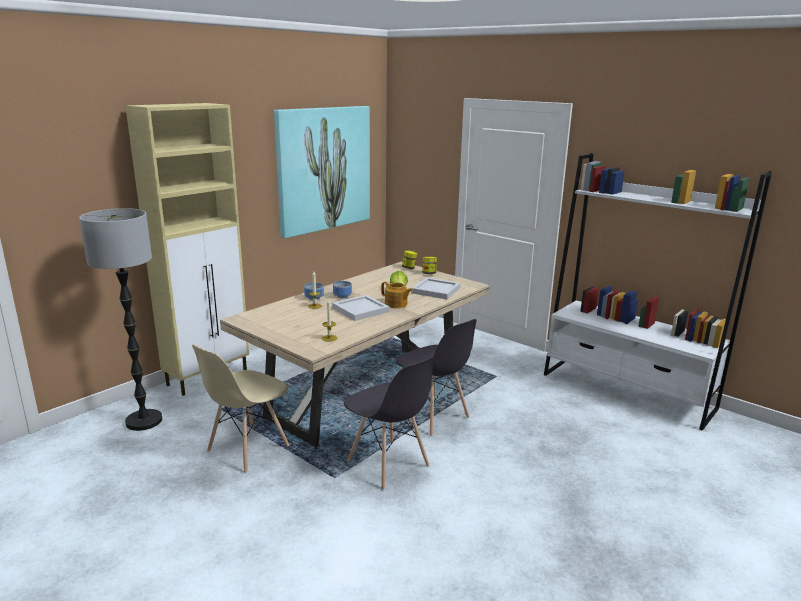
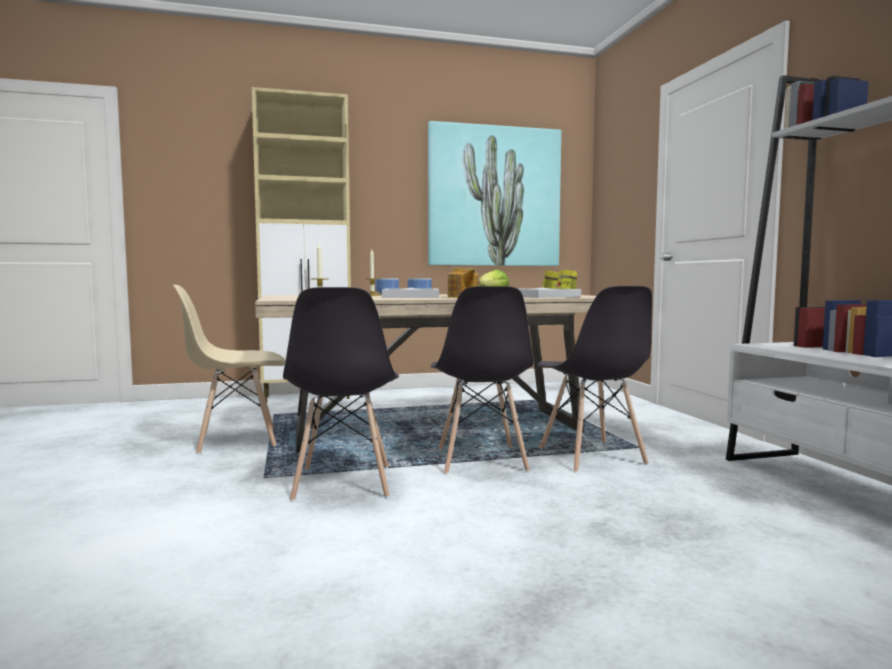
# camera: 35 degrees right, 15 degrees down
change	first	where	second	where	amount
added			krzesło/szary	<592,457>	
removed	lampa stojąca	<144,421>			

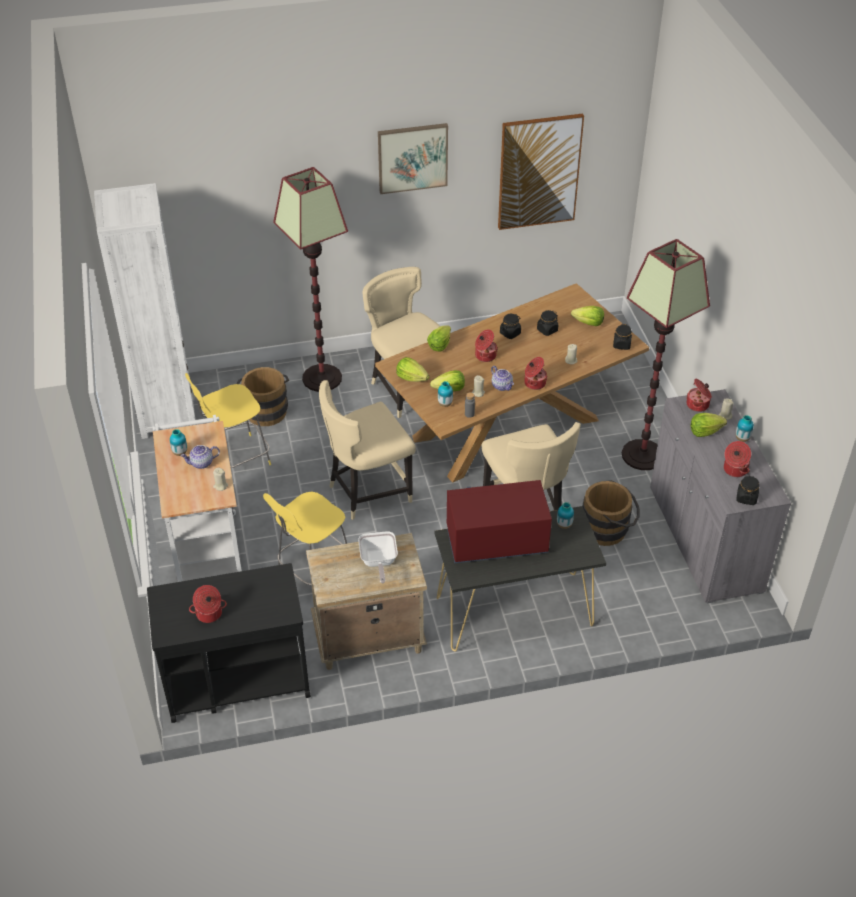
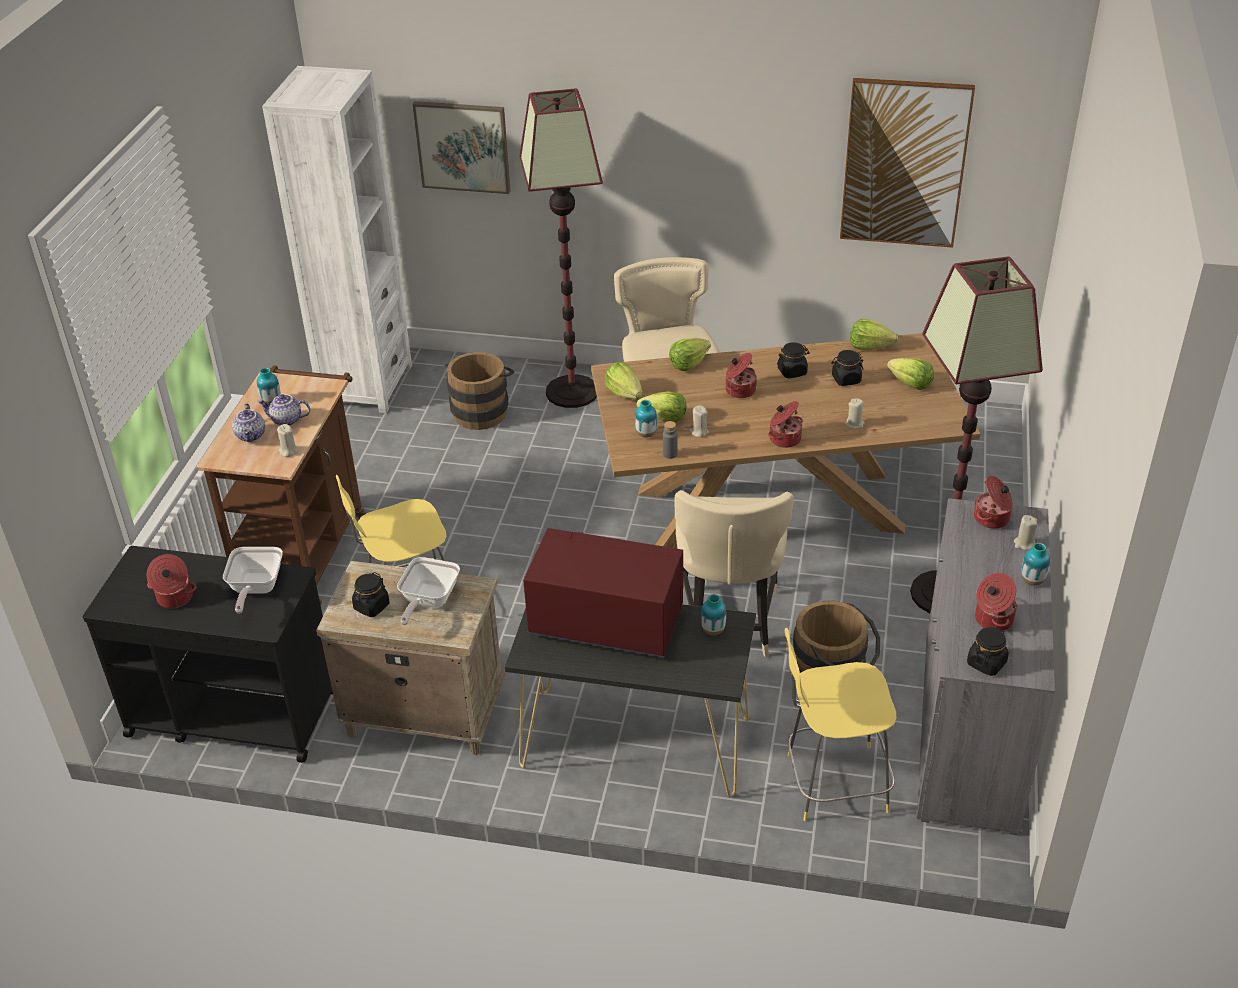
# camera: 25 degrees right, 5 degrees down
change	first	where	second	where	amount
recoloured	wózek/biały	<207,549>	wózek/brązowy	<306,548>	
added			patelnia	<255,589>	
moved	imbryk	<502,386>		<251,435>	
moved	słoik/czarny	<621,345>		<371,607>	
moved	obraz	<412,157>		<463,146>	
moved	stołek/żółty	<235,459>		<832,783>	
moved	sałata	<705,431>		<869,346>	
removed	krzesło/beżowy	<367,492>			

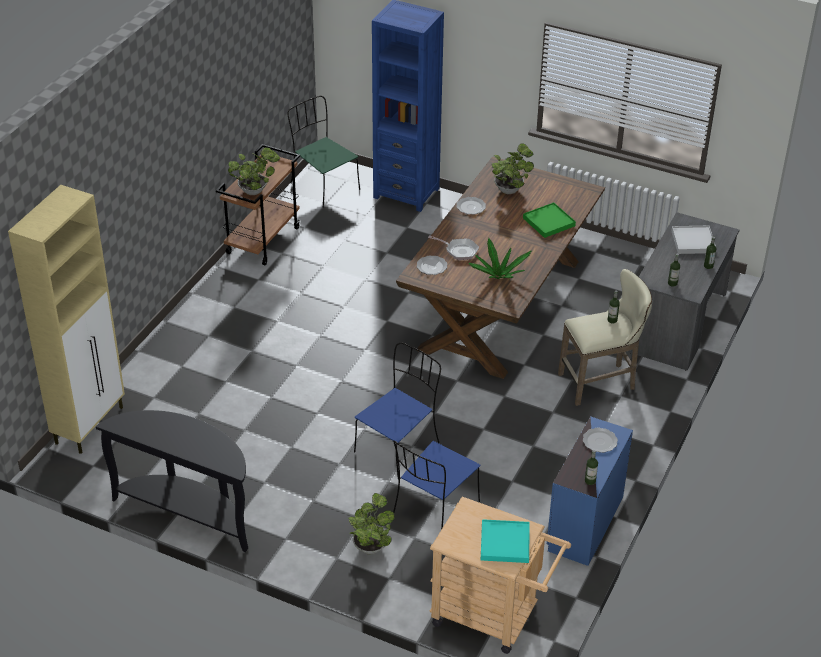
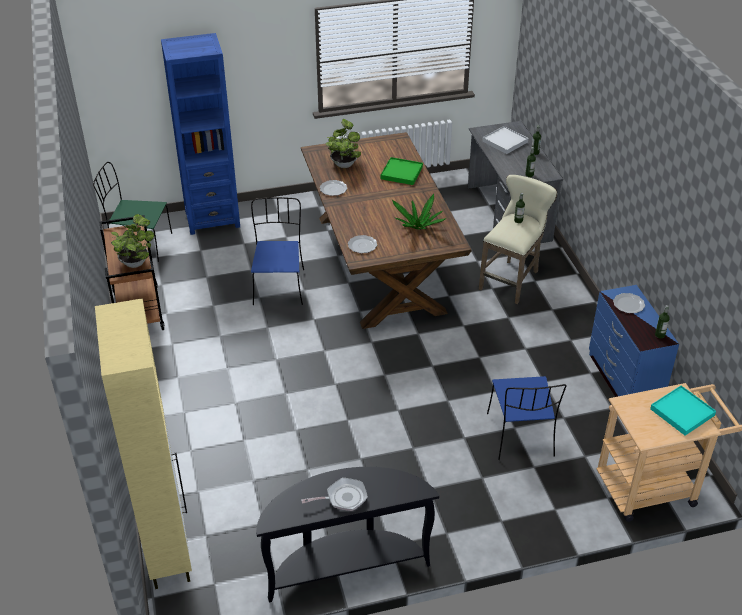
# camera: 40 degrees left, 0 degrees up
change	first	where	second	where	amount
moved	krzesło/niebieski	<398,446>		<279,286>	
moved	patelnia	<459,251>		<343,498>	
removed	roślina doniczkowa	<371,545>			

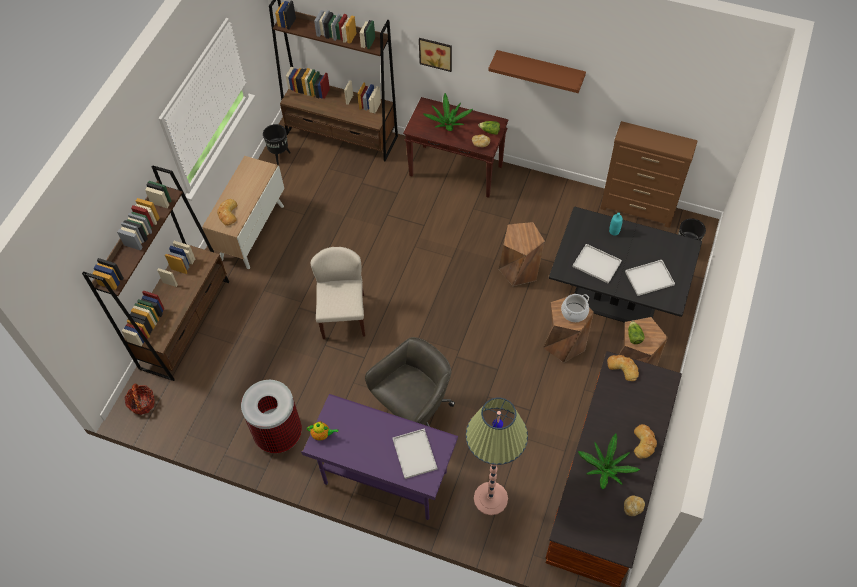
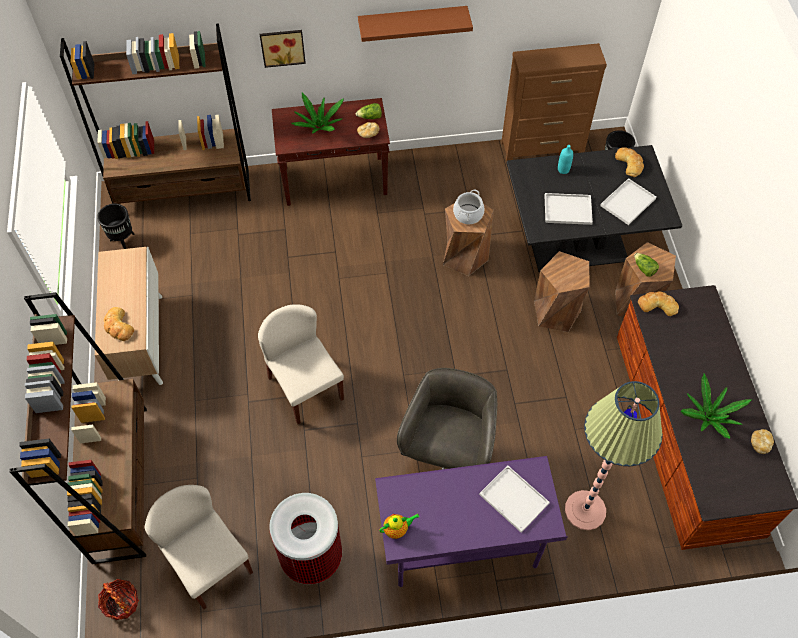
# camera: 30 degrees left, 0 degrees up
change	first	where	second	where	amount
added			krzesło/beżowy	<209,563>	
moved	garnek	<574,312>		<468,214>	
moved	chleb	<644,442>		<630,163>	

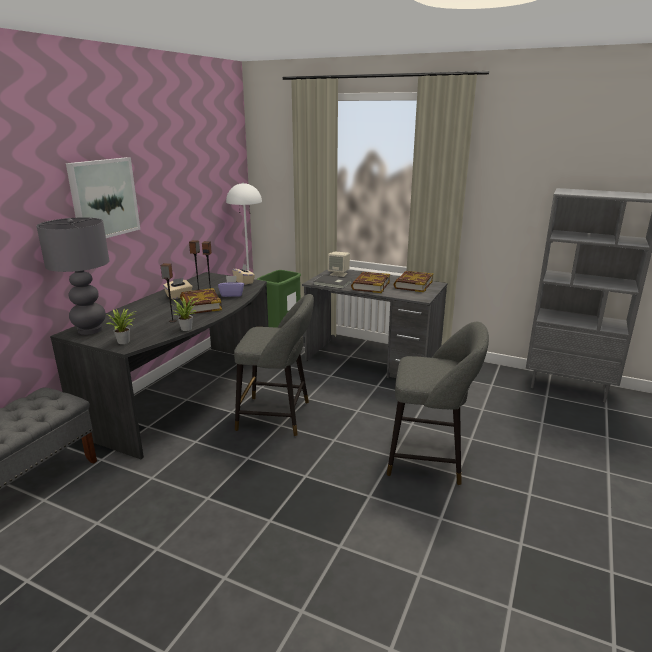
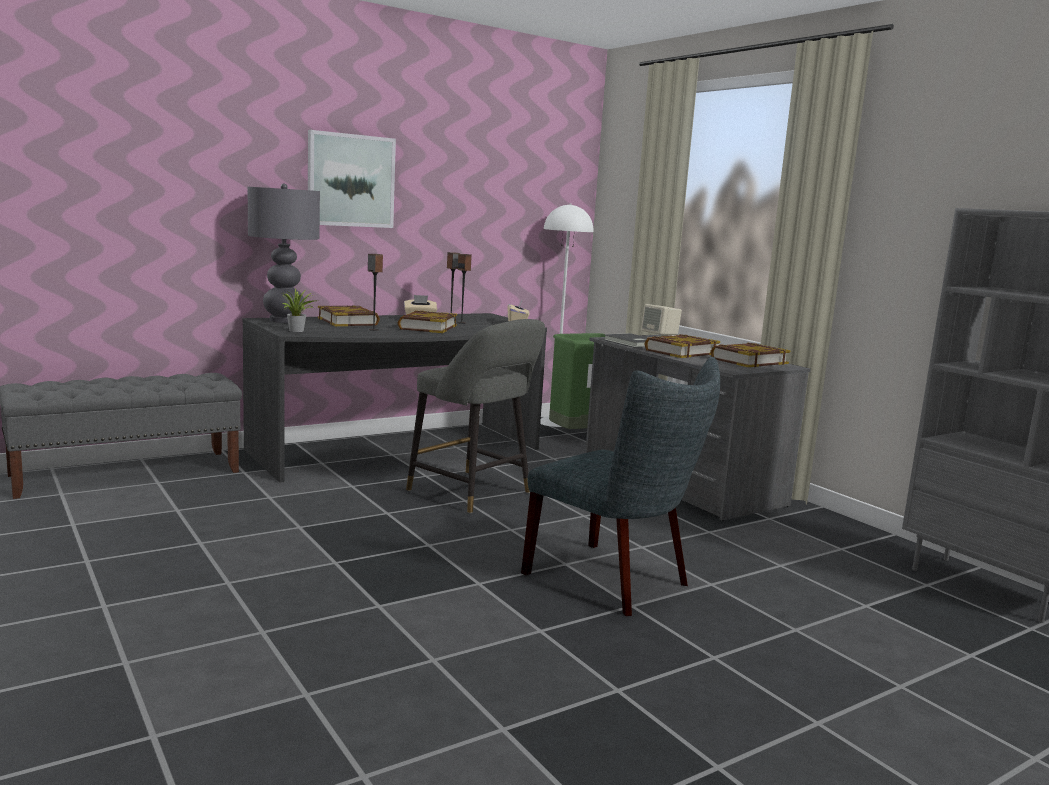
# camera: 30 degrees right, 10 degrees down
change	first	where	second	where	amount
added			książka	<348,321>	
replaced	stołek/szary	<430,458>	krzesło/szary	<615,581>	
removed	roślina doniczkowa	<186,328>			
removed	pudełko chusteczek/fioletowy	<232,294>			

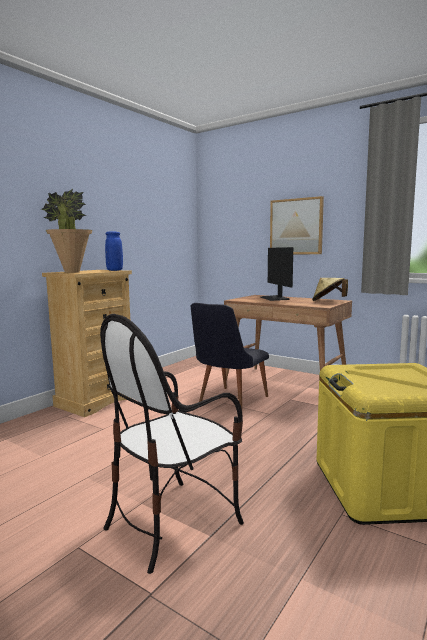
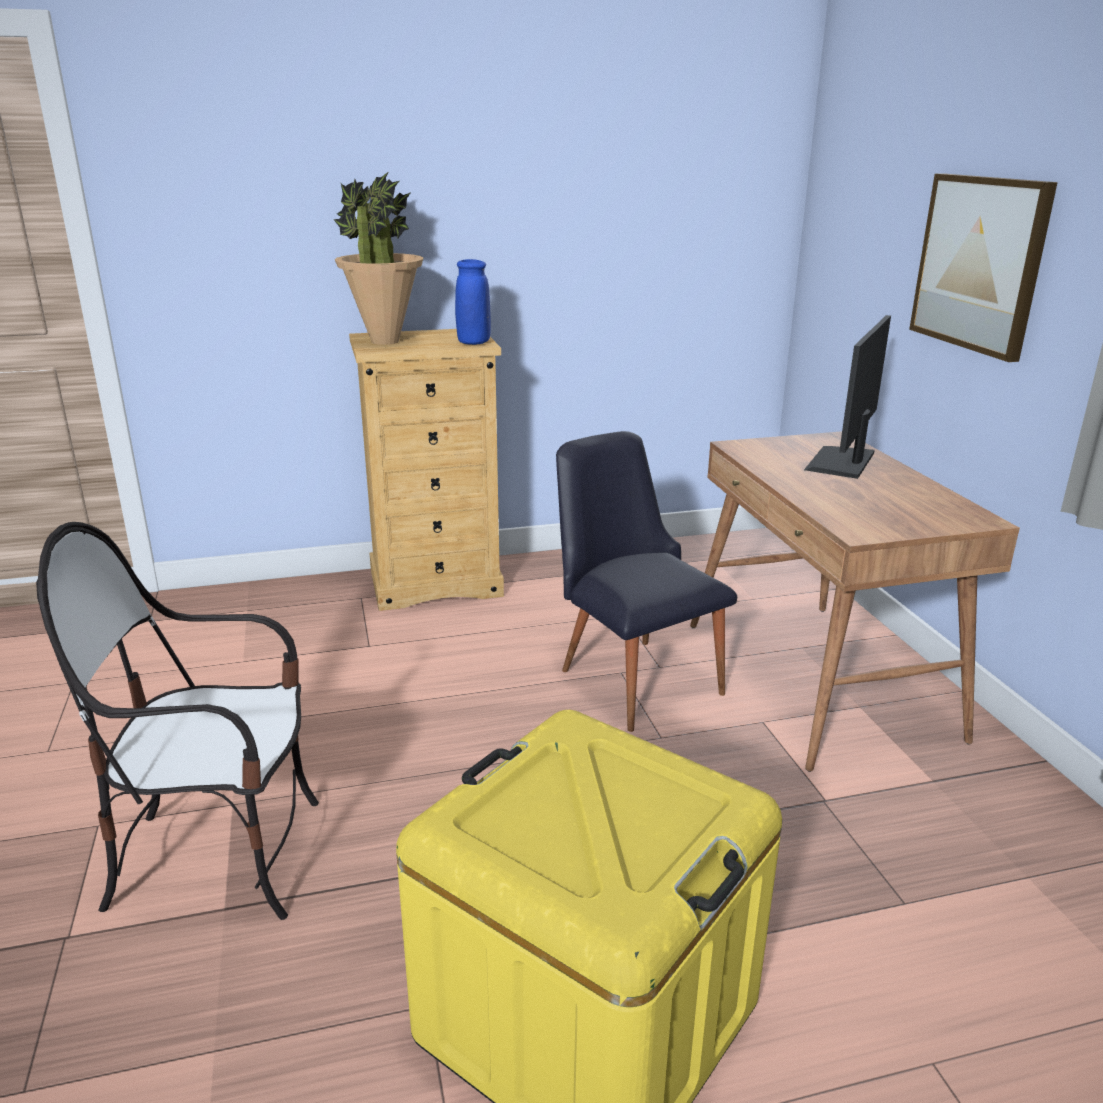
# camera: 40 degrees right, 15 degrees up
change	first	where	second	where	amount
turned	krzesło/czarny	<228,402>		<632,674>	75 degrees clockwise
removed	kapelusz/beżowy	<328,301>			

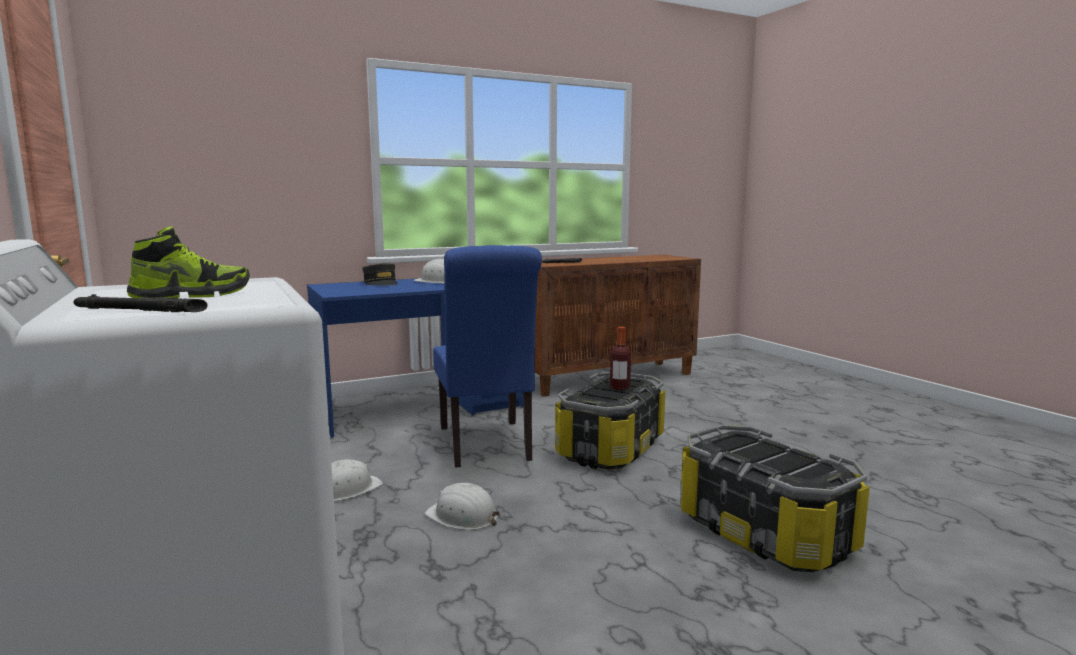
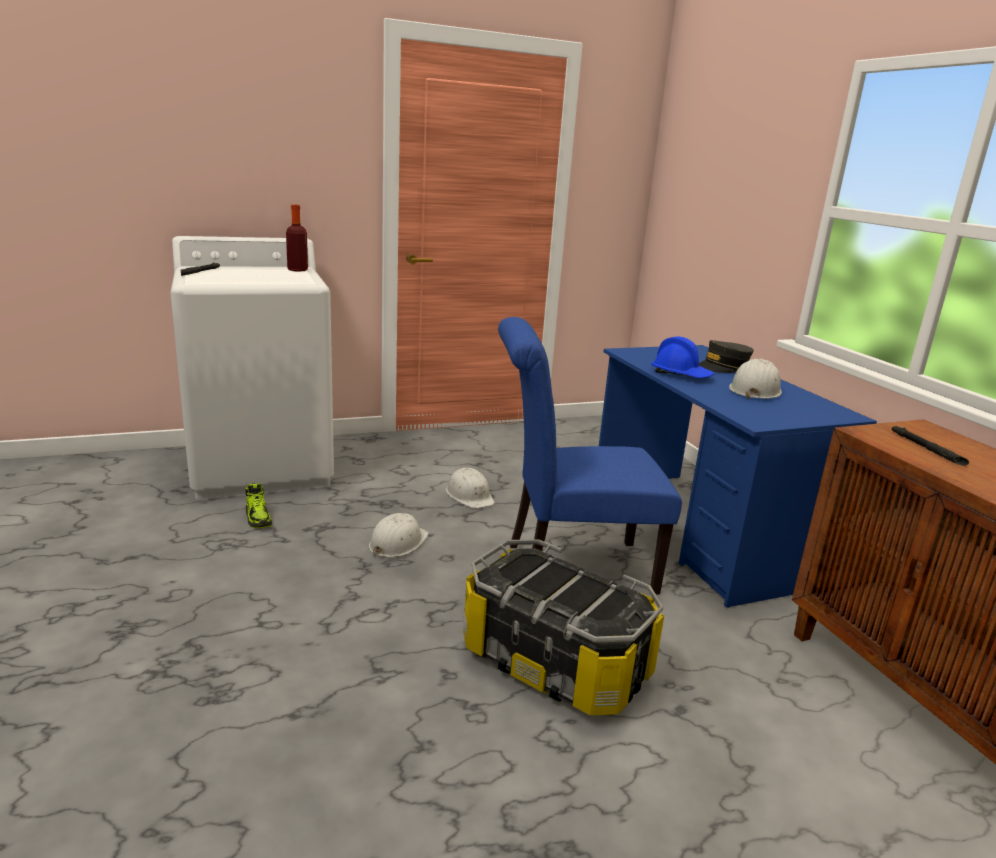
# camera: 95 degrees right, 10 degrees up
change	first	where	second	where	amount
moved	but	<192,295>		<258,518>	
moved	butelka	<619,387>		<297,270>	
added			kask/niebieski	<681,375>	
removed	pojemnik do przechowywania	<763,534>			

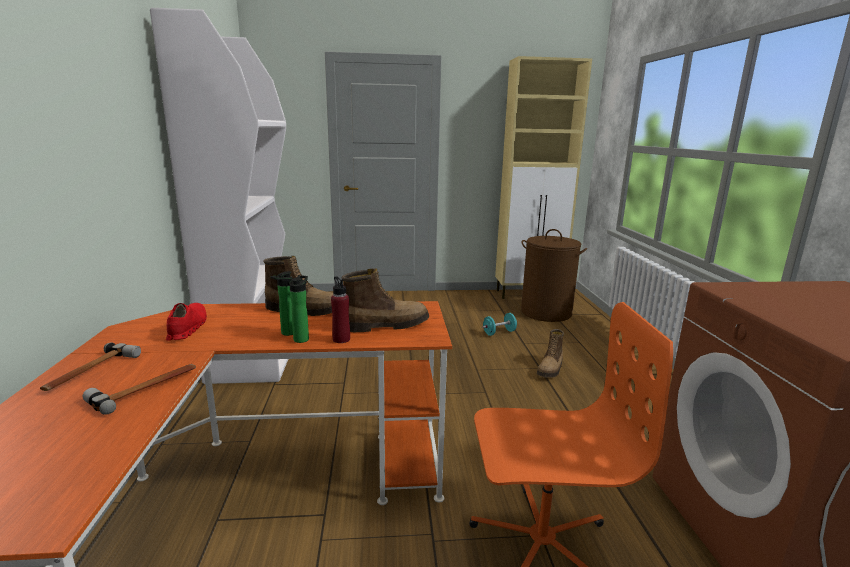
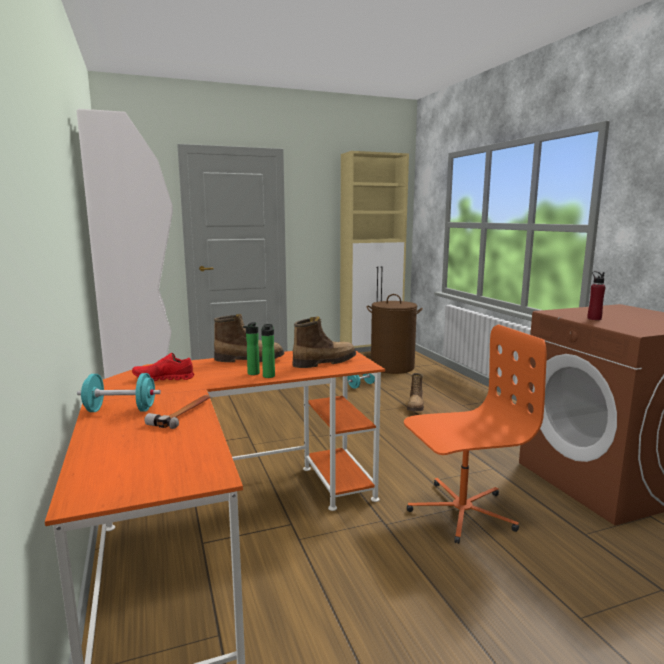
# camera: 15 degrees left, 5 degrees down
change	first	where	second	where	amount
replaced	młotek	<90,372>	hantel/turkusowy	<120,410>	
turned	but/czerwony	<187,328>		<163,378>	75 degrees counterclockwise
moved	butelka/czerwony	<341,339>		<594,318>	

